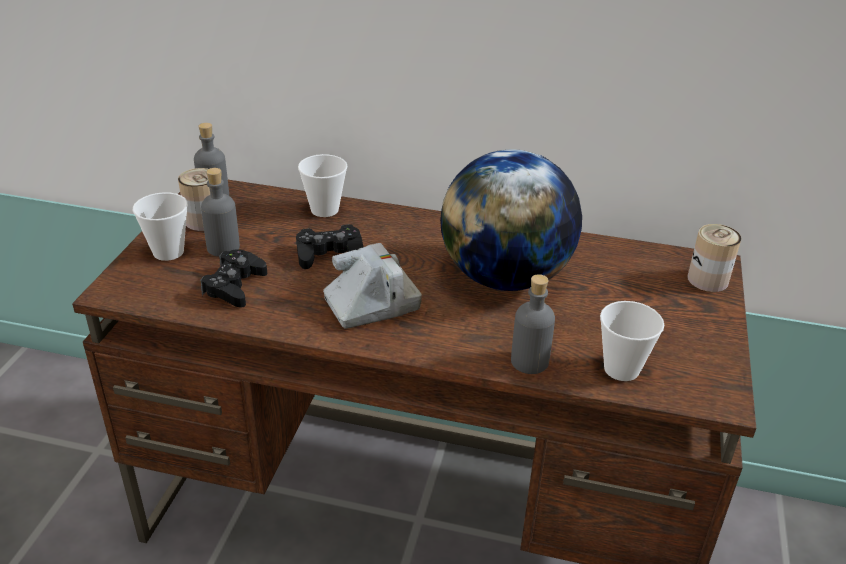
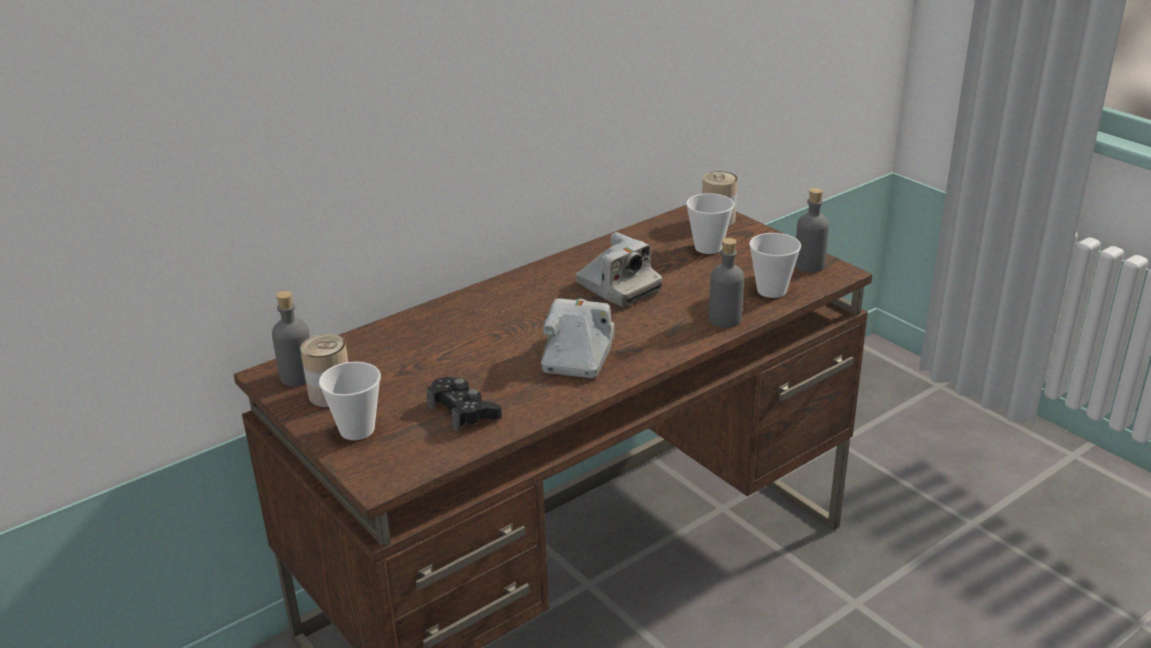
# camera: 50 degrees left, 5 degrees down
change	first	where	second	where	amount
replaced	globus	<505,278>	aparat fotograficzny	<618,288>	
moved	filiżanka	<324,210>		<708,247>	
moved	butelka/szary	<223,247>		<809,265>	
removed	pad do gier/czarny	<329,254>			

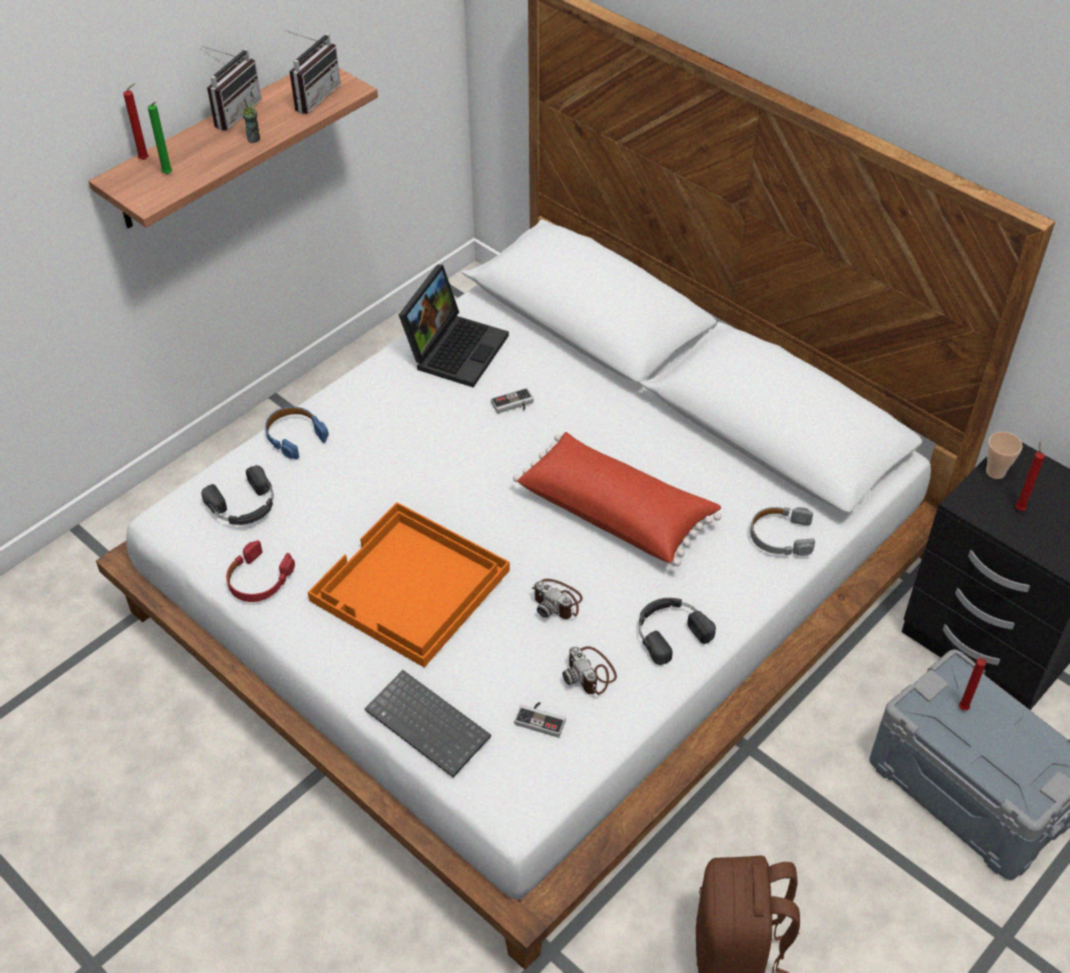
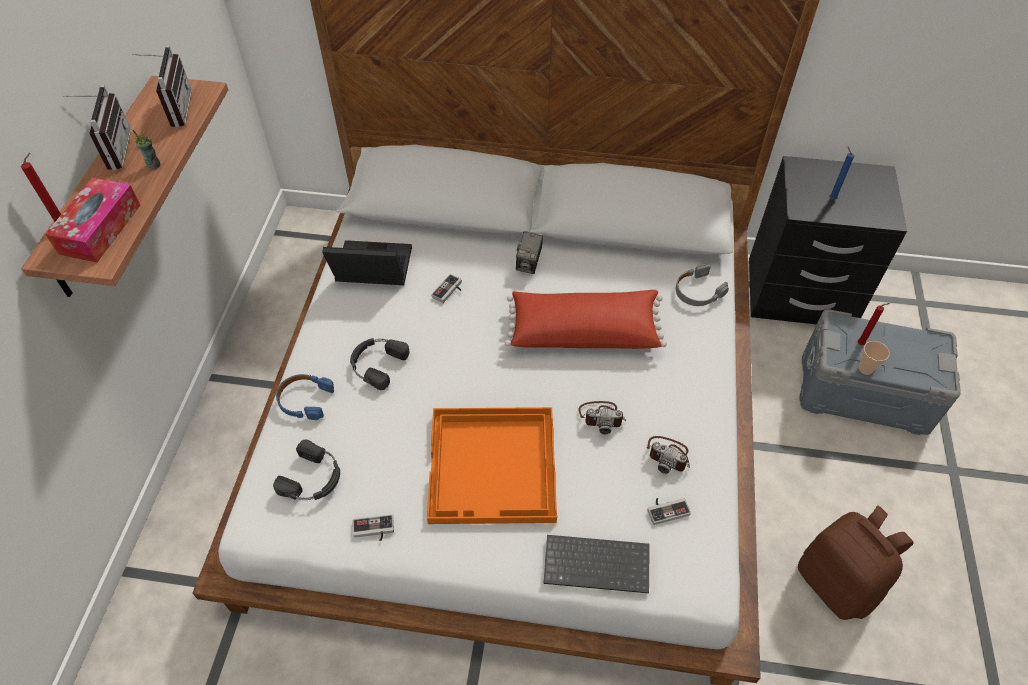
# camera: 35 degrees left, 5 degrees up
change	first	where	second	where	amount
replaced	świeca/zielony	<168,175>	pudełko chusteczek	<100,229>	
turned	laptop	<455,348>		<370,270>	75 degrees counterclockwise
moved	słuchawki/czarny	<669,631>		<377,364>	
replaced	słuchawki/czerwony	<258,579>	pad do gier	<374,531>	
added			aparat fotograficzny	<529,264>	
recoloured	świeca/czerwony	<1019,508>	świeca/niebieski	<831,198>	
moved	filiżanka	<995,472>		<865,369>	

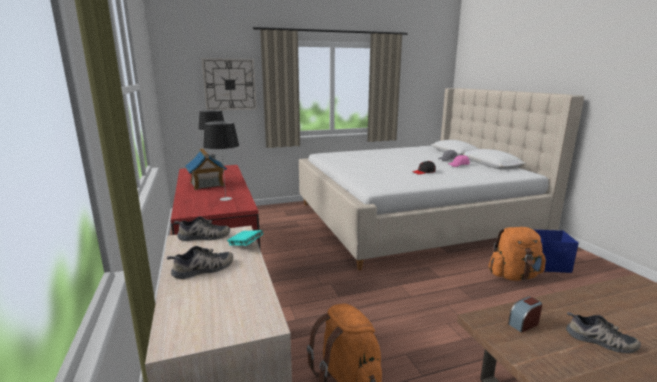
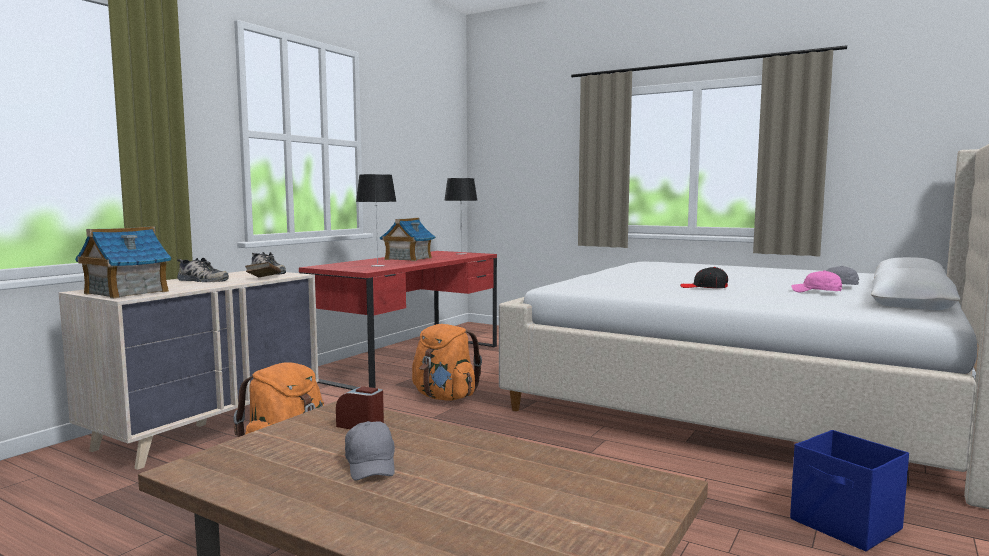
# camera: 50 degrees right, 10 degrees down
change	first	where	second	where	amount
added			domek	<126,292>	
recoloured	książka/turkusowy	<245,245>	książka/brązowy	<263,279>	
replaced	but	<599,341>	czapka z daszkiem/szary	<371,465>	
moved	plecak/pomarańczowy	<514,276>		<445,397>	
removed	zegar ścienny	<230,84>			

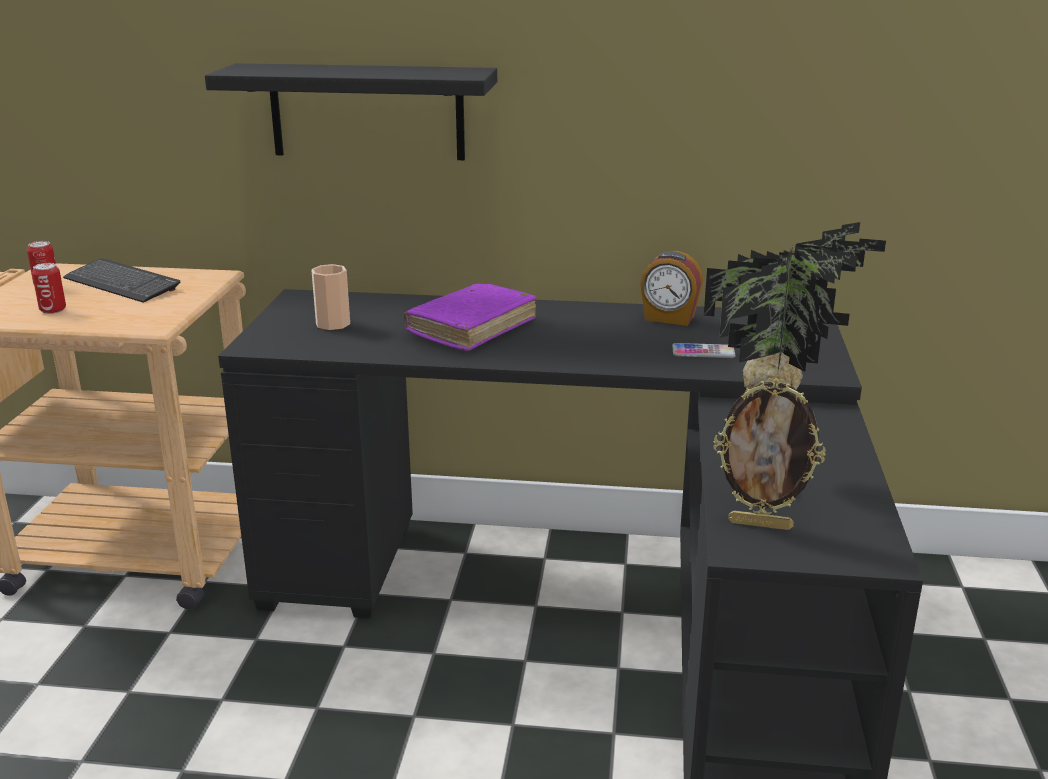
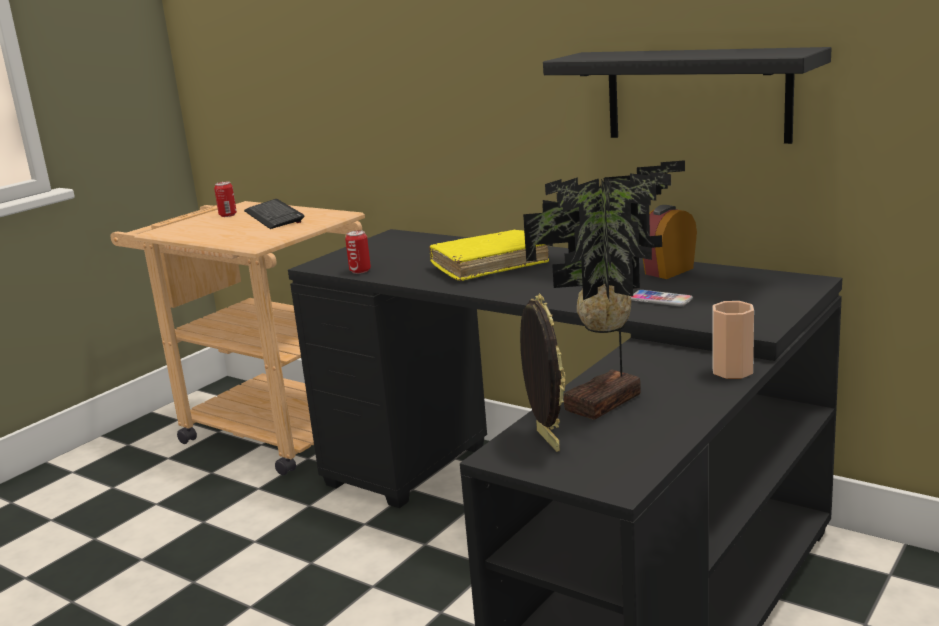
# camera: 30 degrees right, 5 degrees down
change	first	where	second	where	amount
moved	puszka	<53,310>		<360,271>	
recoloured	książka/fioletowy	<472,328>	książka/żółty	<489,265>	
turned	ramka na zdjęcie	<760,524>		<545,440>	150 degrees counterclockwise
moved	półka/czarny	<367,112>		<697,95>	
turned	budzik	<669,318>		<668,271>	90 degrees clockwise
moved	filiżanka	<333,324>		<732,371>	

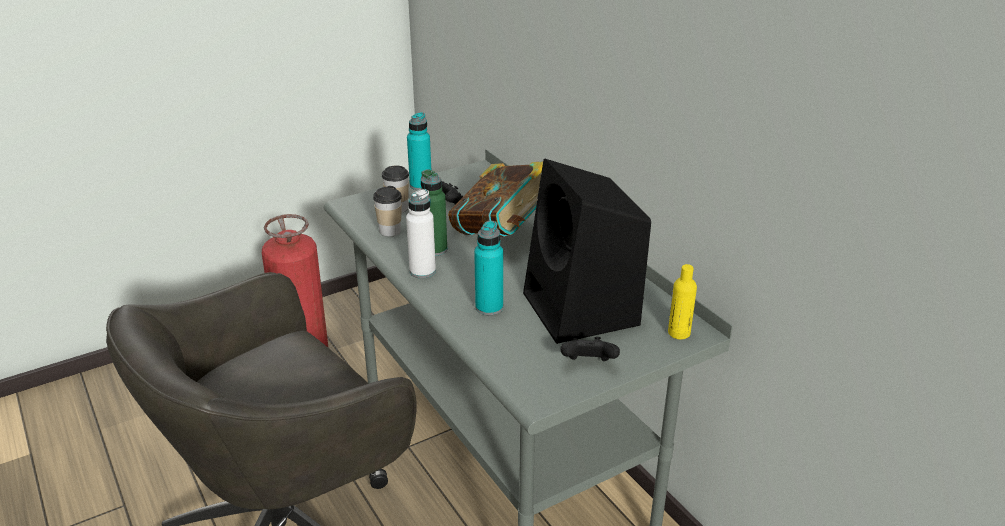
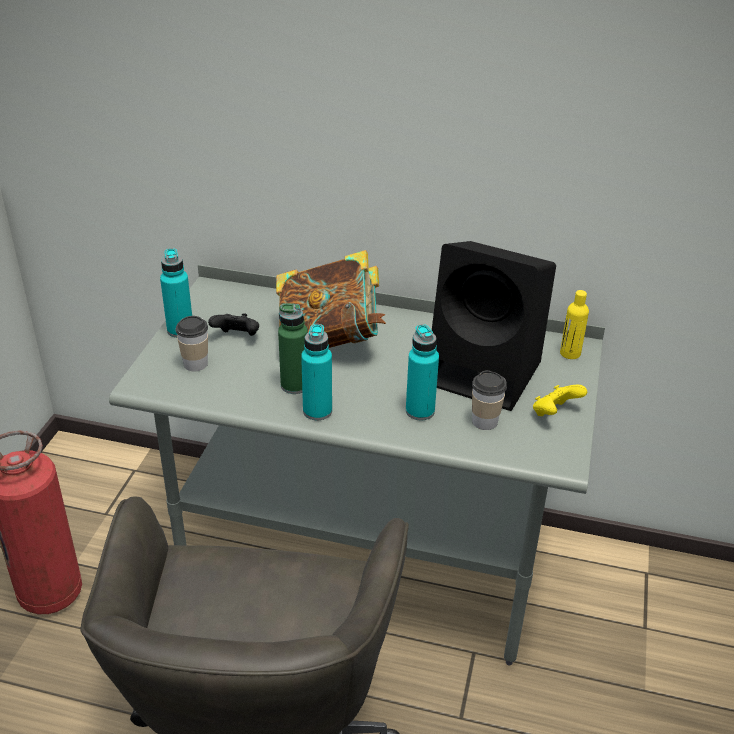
# camera: 45 degrees left, 5 degrees up
change	first	where	second	where	amount
recoloured	butelka/biały	<422,271>	butelka/turkusowy	<317,411>	
moved	filiżanka	<390,231>		<484,421>	
recoloured	pad do gier/czarny	<588,364>	pad do gier/żółty	<554,413>	

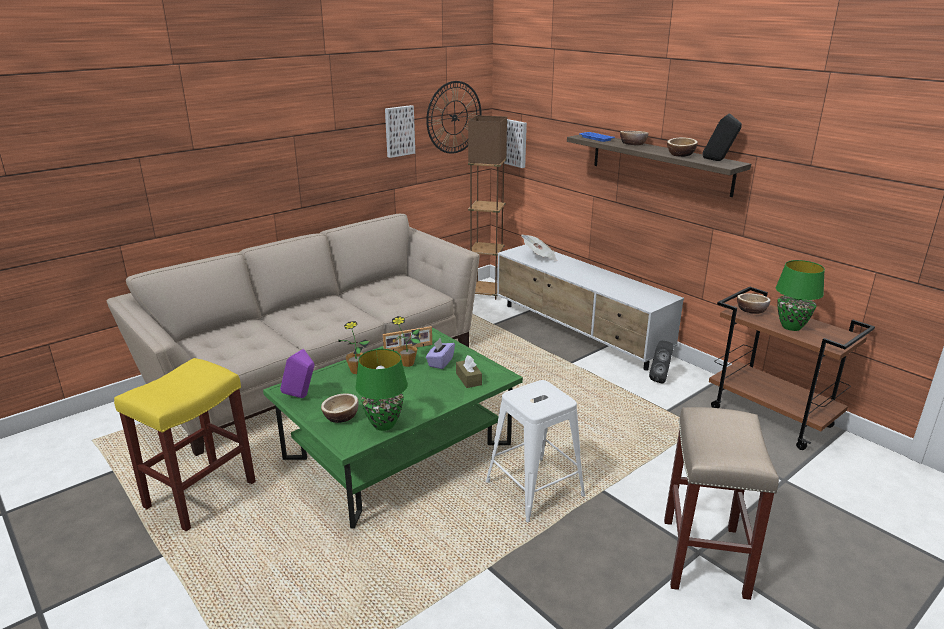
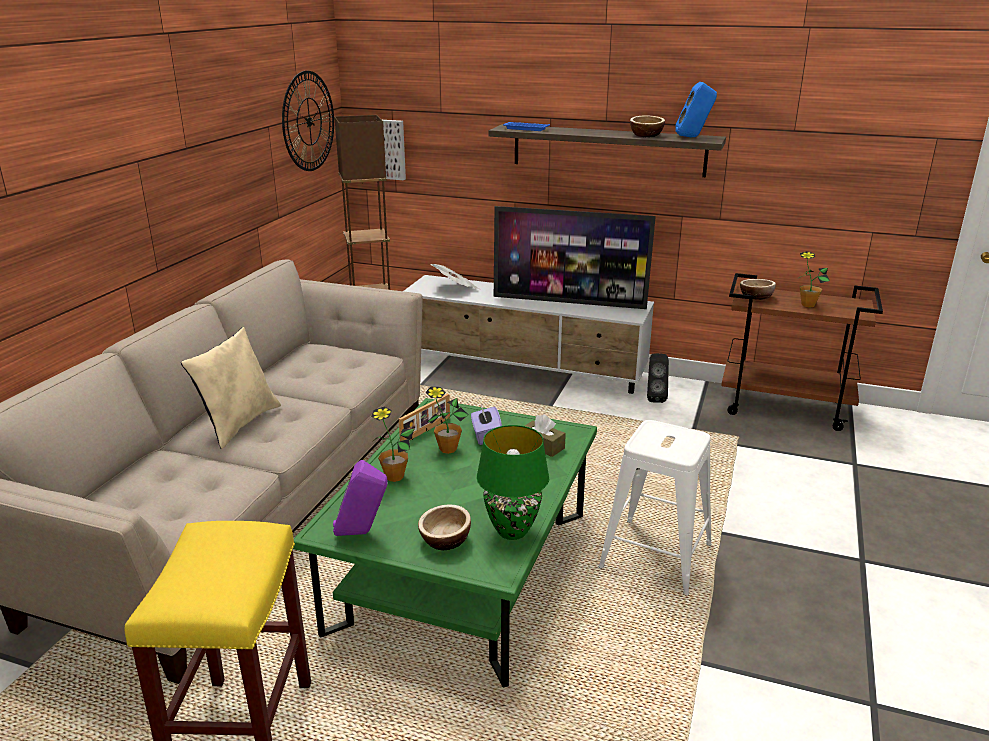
# camera: 30 degrees left, 0 degrees up
change	first	where	second	where	amount
added			poduszka/beżowy	<239,424>	
added			telewizor	<569,302>	
recoloured	głośnik/czarny	<718,161>	głośnik/niebieski	<693,137>	
replaced	lampa stołowa/zielony	<792,327>	roślina doniczkowa	<807,305>	
removed	obraz	<399,131>			
removed	miska	<633,144>			
removed	stołek/beżowy	<705,558>			

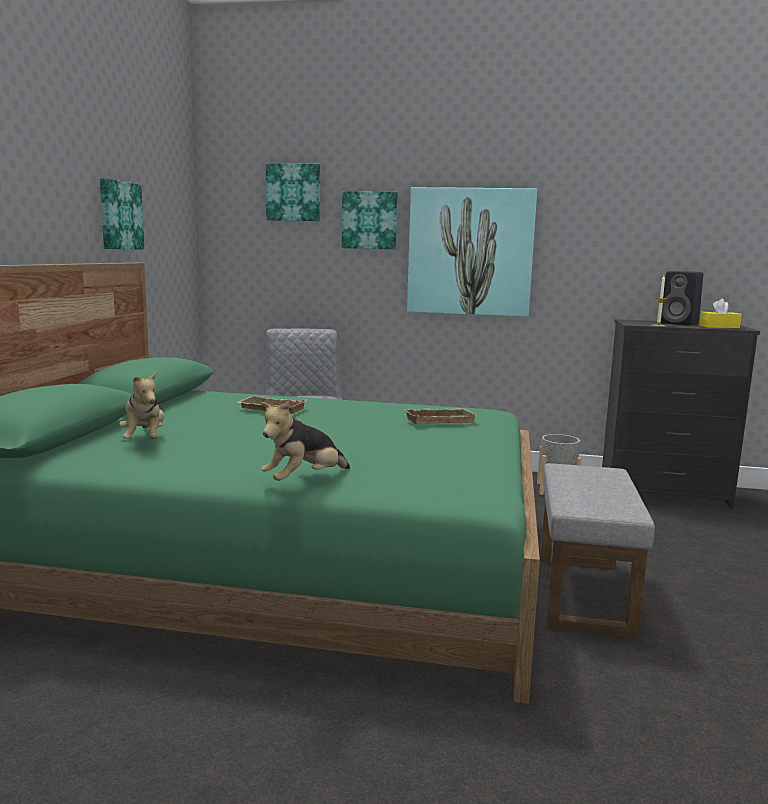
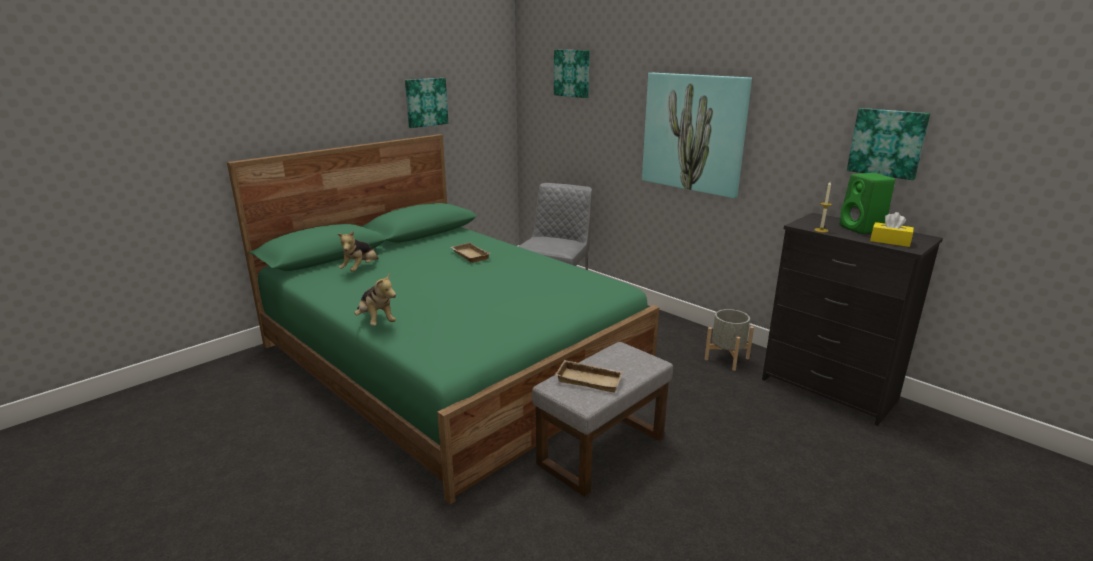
# camera: 35 degrees right, 10 degrees up
change	first	where	second	where	amount
turned	pluszak	<304,480>		<376,321>	120 degrees counterclockwise
moved	taca/beżowy	<439,420>		<590,379>	
recoloured	głośnik/czarny	<680,323>	głośnik/zielony	<862,229>	
moved	obraz	<370,220>		<887,143>	

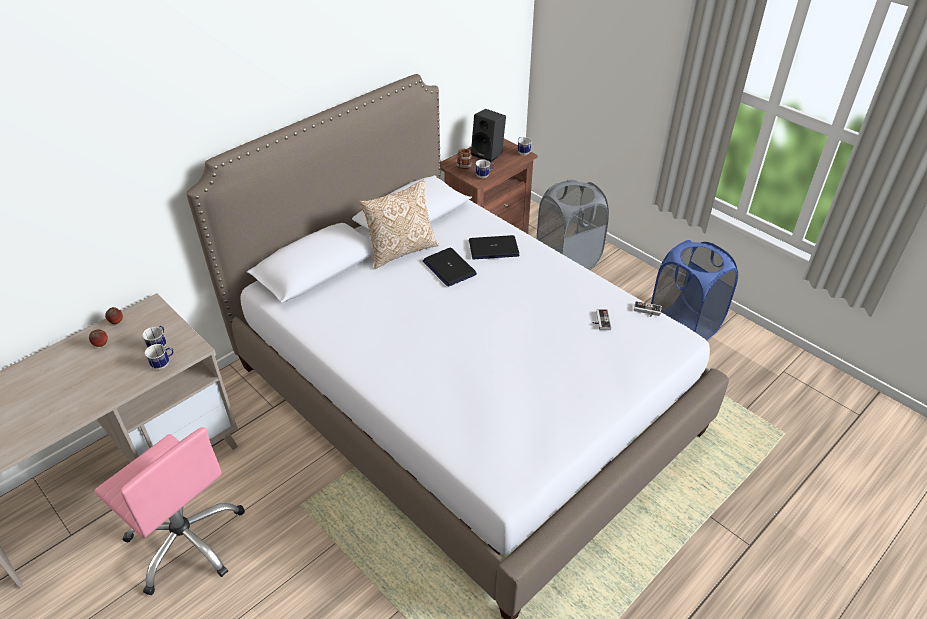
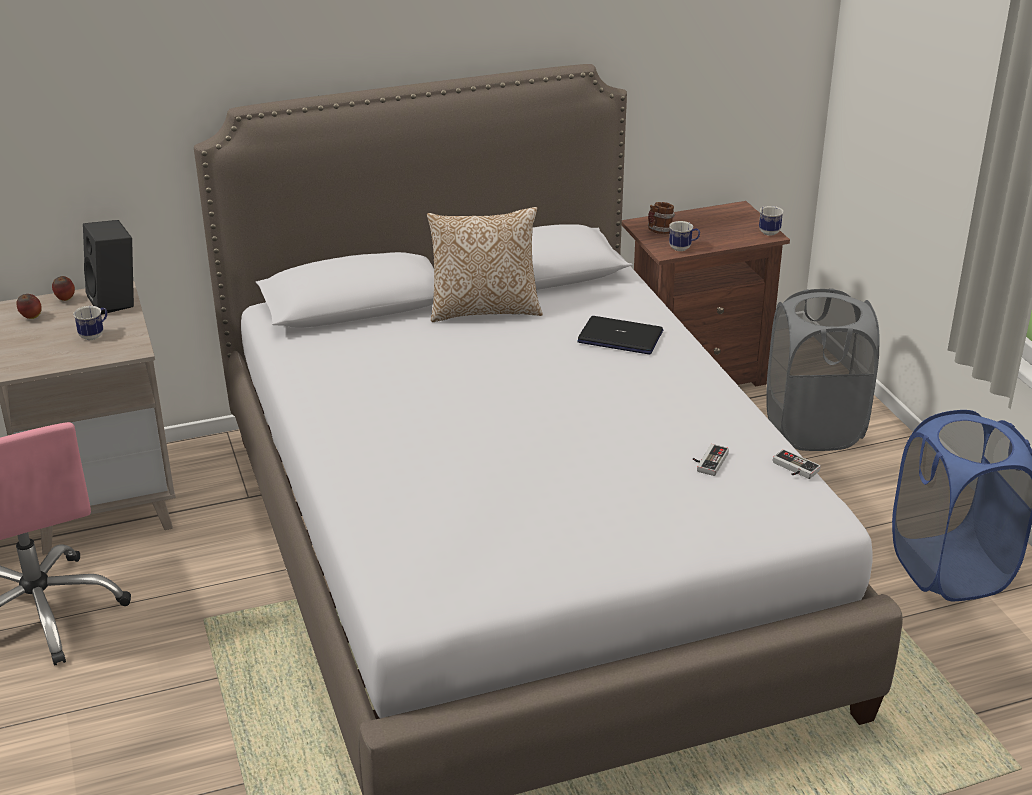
# camera: 25 degrees right, 10 degrees down
change	first	where	second	where	amount
moved	głośnik/czarny	<488,154>		<116,301>	
removed	kubek	<163,364>			
removed	laptop	<449,268>			

